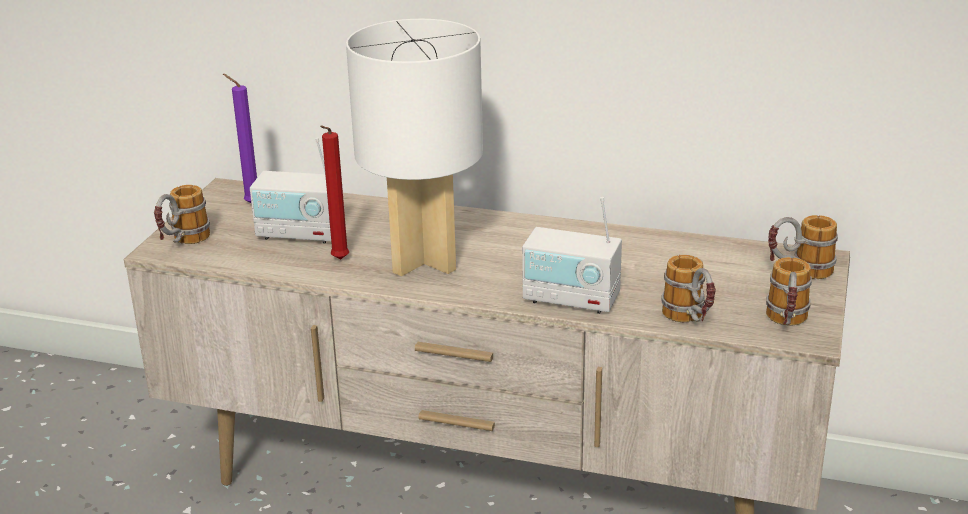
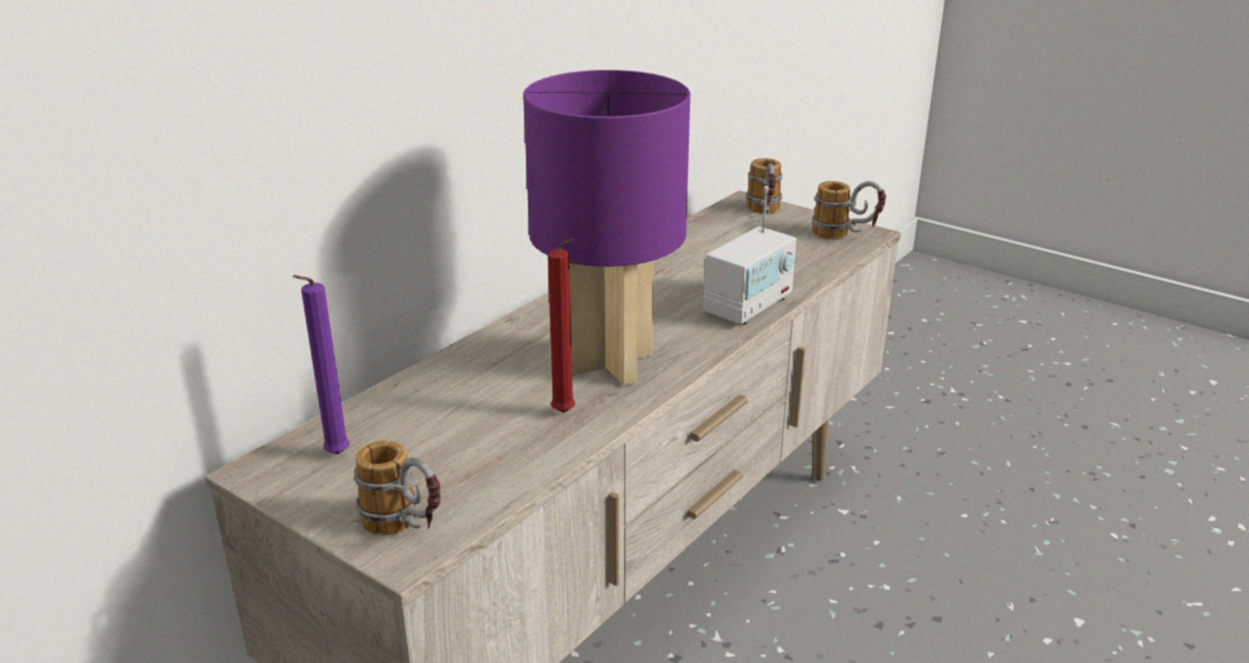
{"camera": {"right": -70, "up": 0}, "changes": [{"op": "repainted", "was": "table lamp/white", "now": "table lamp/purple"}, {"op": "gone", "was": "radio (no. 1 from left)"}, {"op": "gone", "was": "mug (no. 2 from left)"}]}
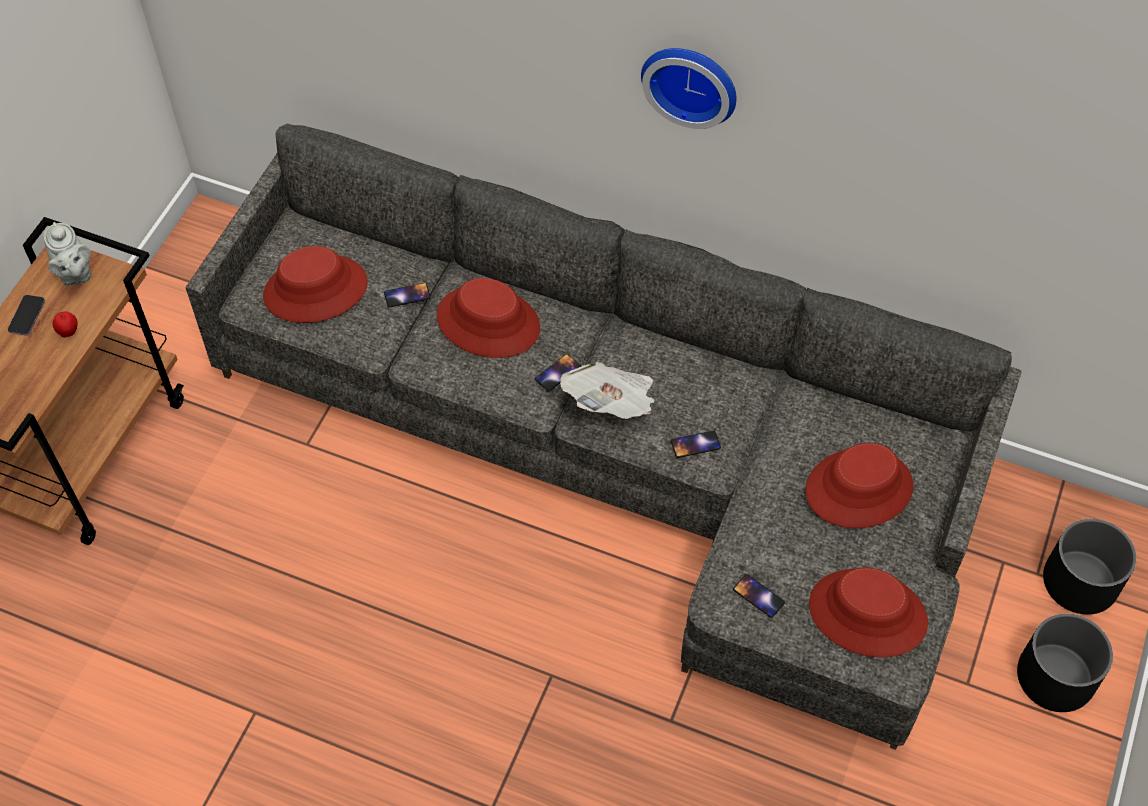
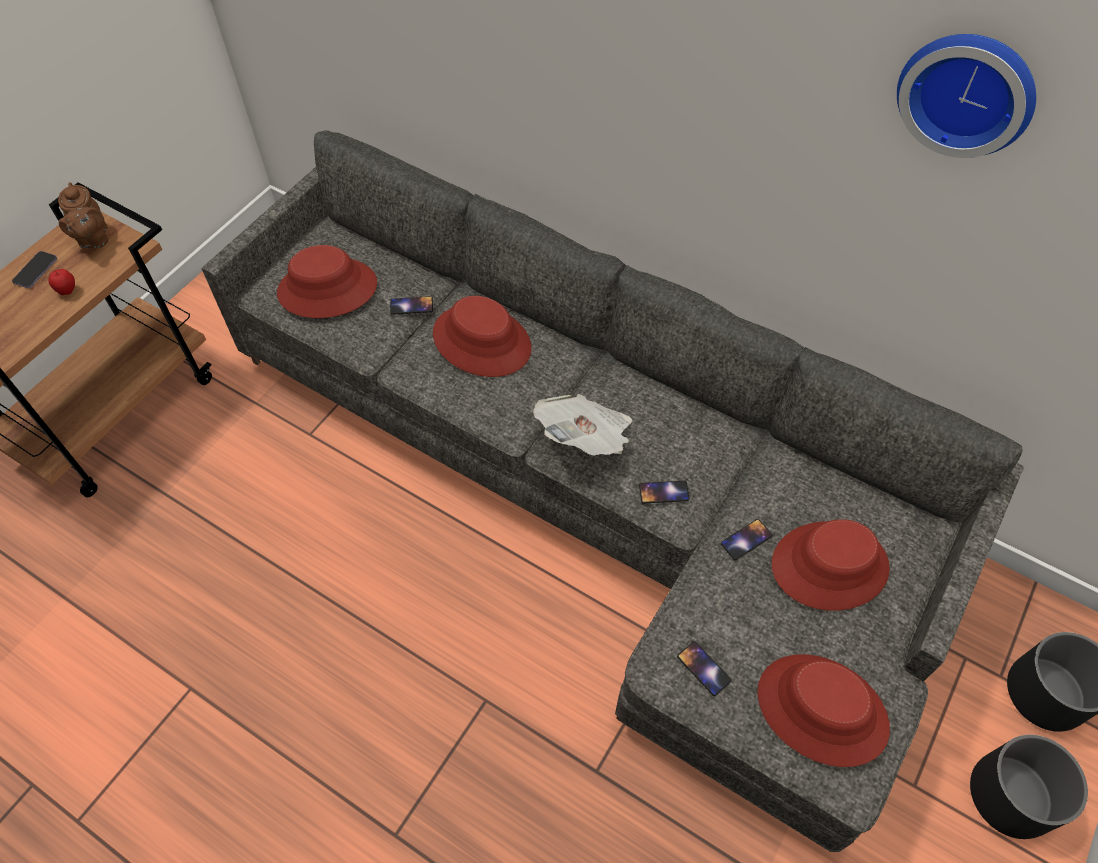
{"camera": {"right": 10, "up": 0}, "changes": [{"op": "repainted", "was": "teapot/grey", "now": "teapot/brown"}, {"op": "shifted", "was": "phone (no. 3 from left in the first image)", "now": "phone (no. 5 from left)"}, {"op": "shifted", "was": "wall clock"}]}
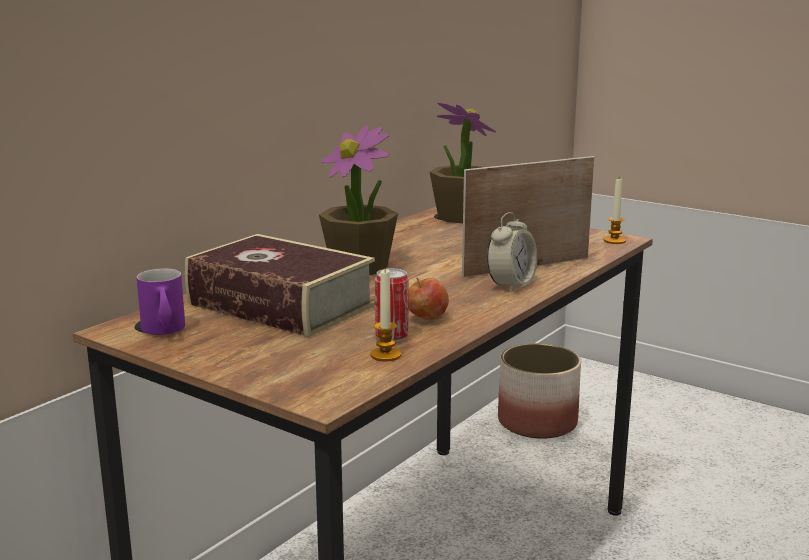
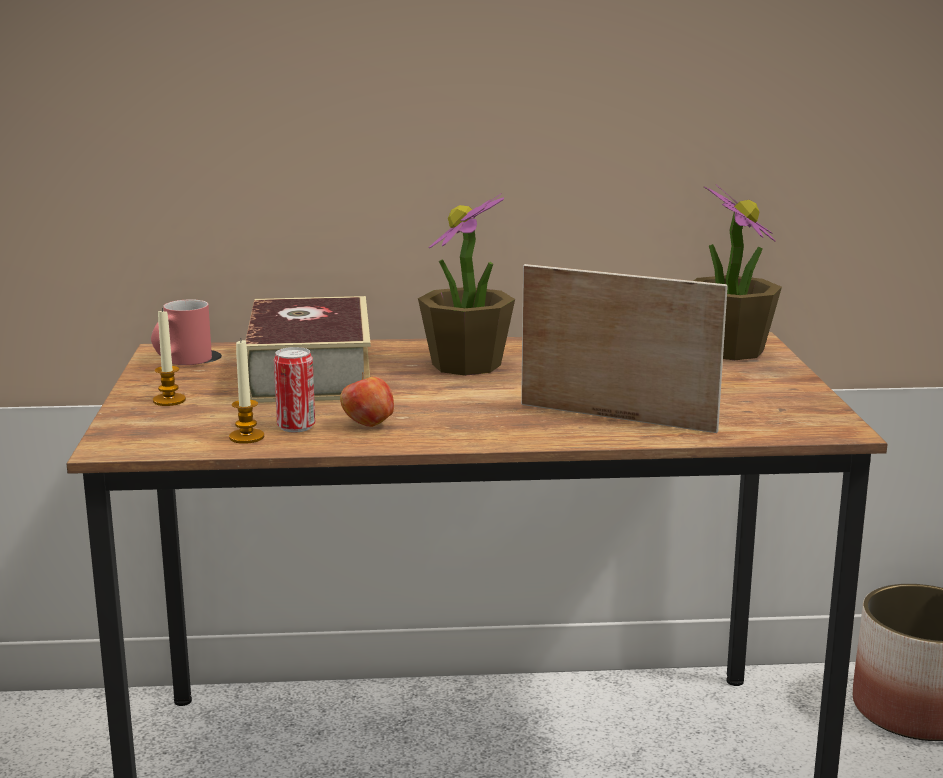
{"camera": {"right": 50, "up": 0}, "changes": [{"op": "repainted", "was": "mug/purple", "now": "mug/red"}, {"op": "shifted", "was": "candle (no. 2 from left in the first image)", "now": "candle (no. 1 from left)"}, {"op": "gone", "was": "alarm clock"}]}
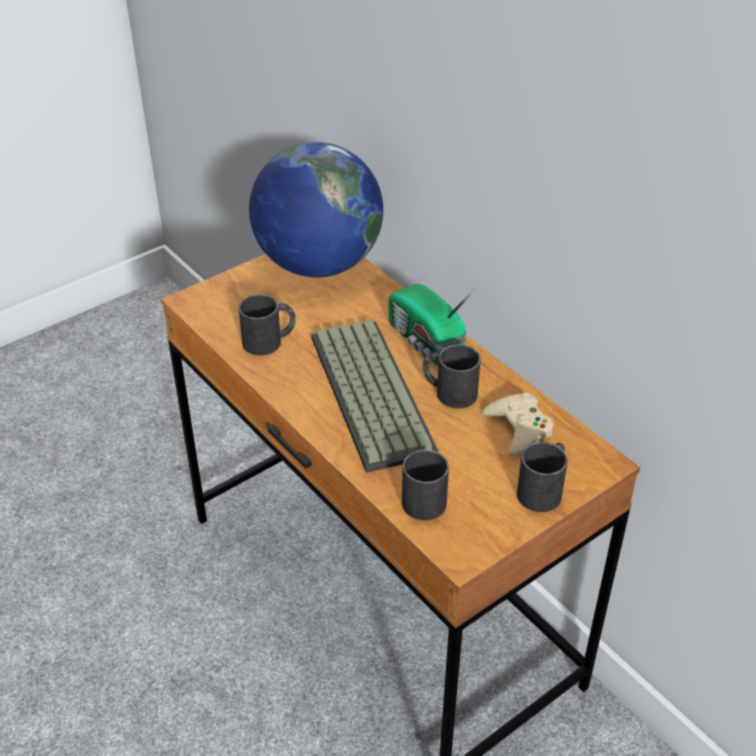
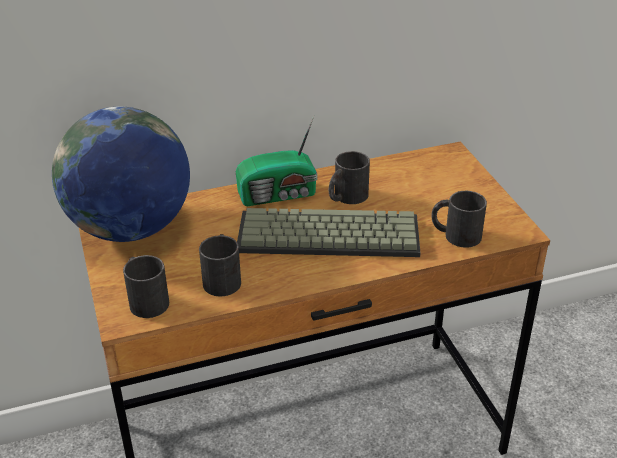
{"camera": {"right": -70, "up": -5}, "changes": [{"op": "shifted", "was": "mug/black (no. 4 from left in the first image)", "now": "mug/black (no. 1 from left)"}, {"op": "gone", "was": "game controller/beige"}]}
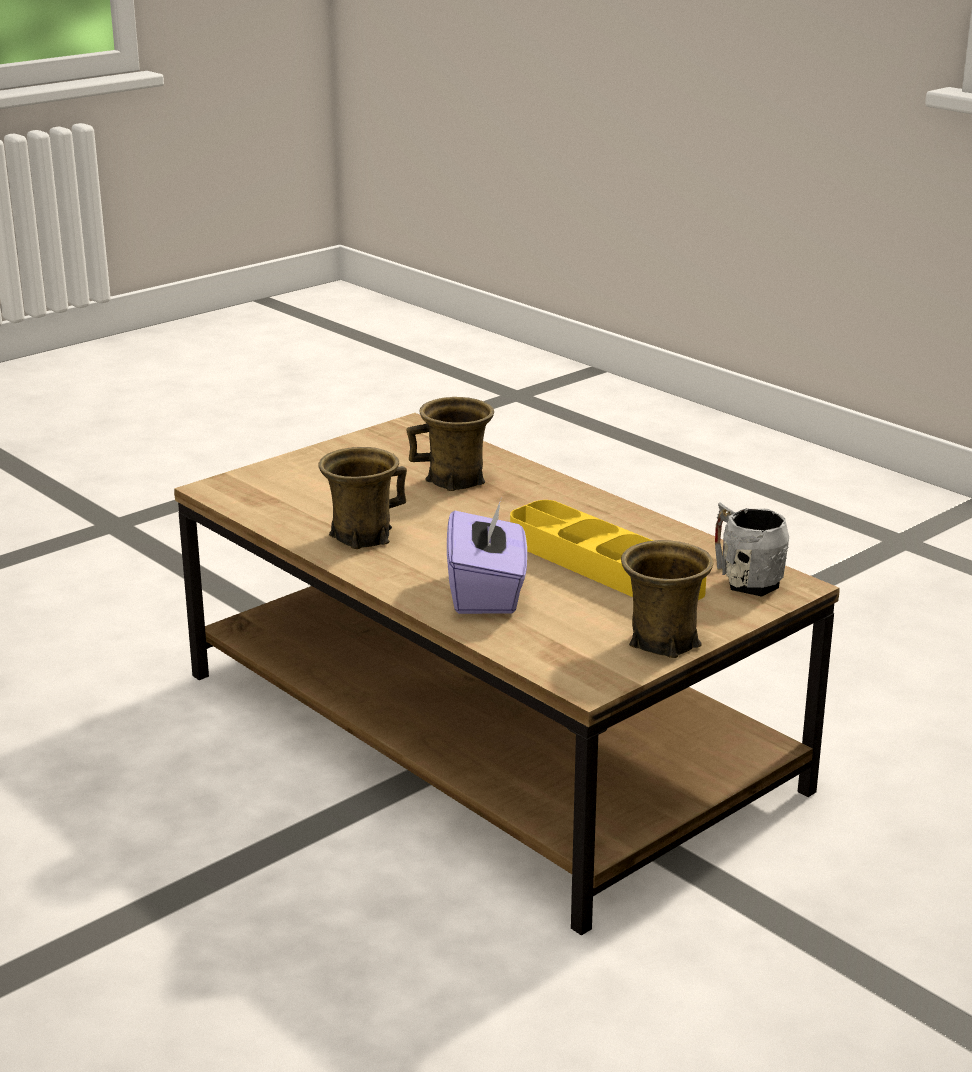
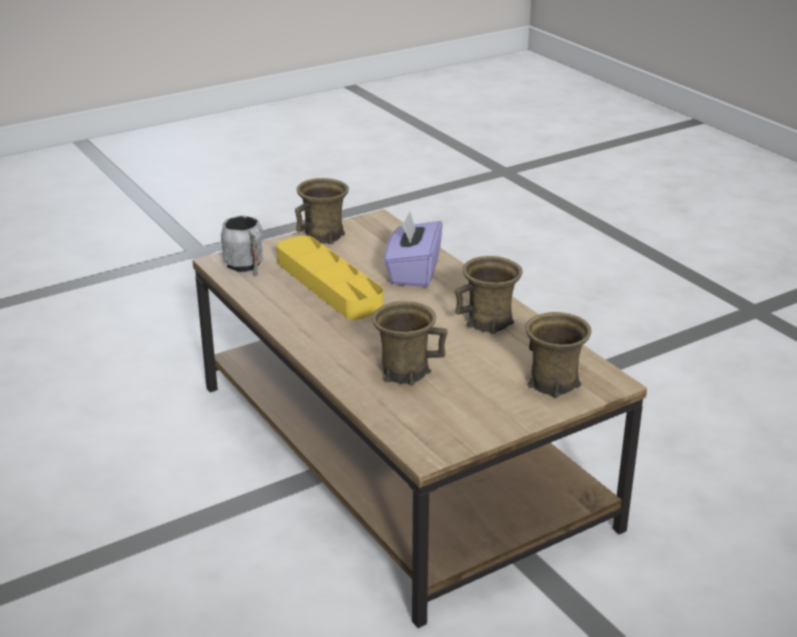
{"camera": {"right": -170, "up": 5}, "changes": [{"op": "new", "now": "mug/brown (no. 4 from left)"}]}
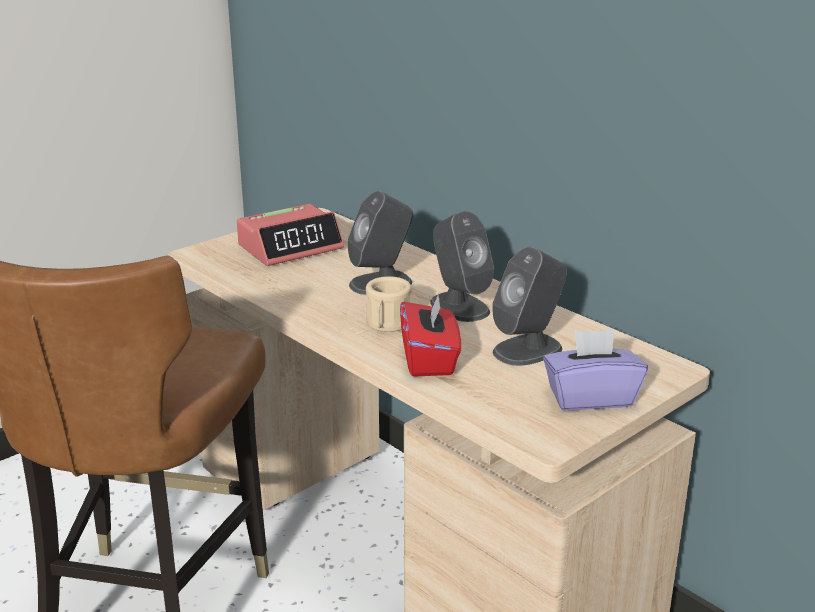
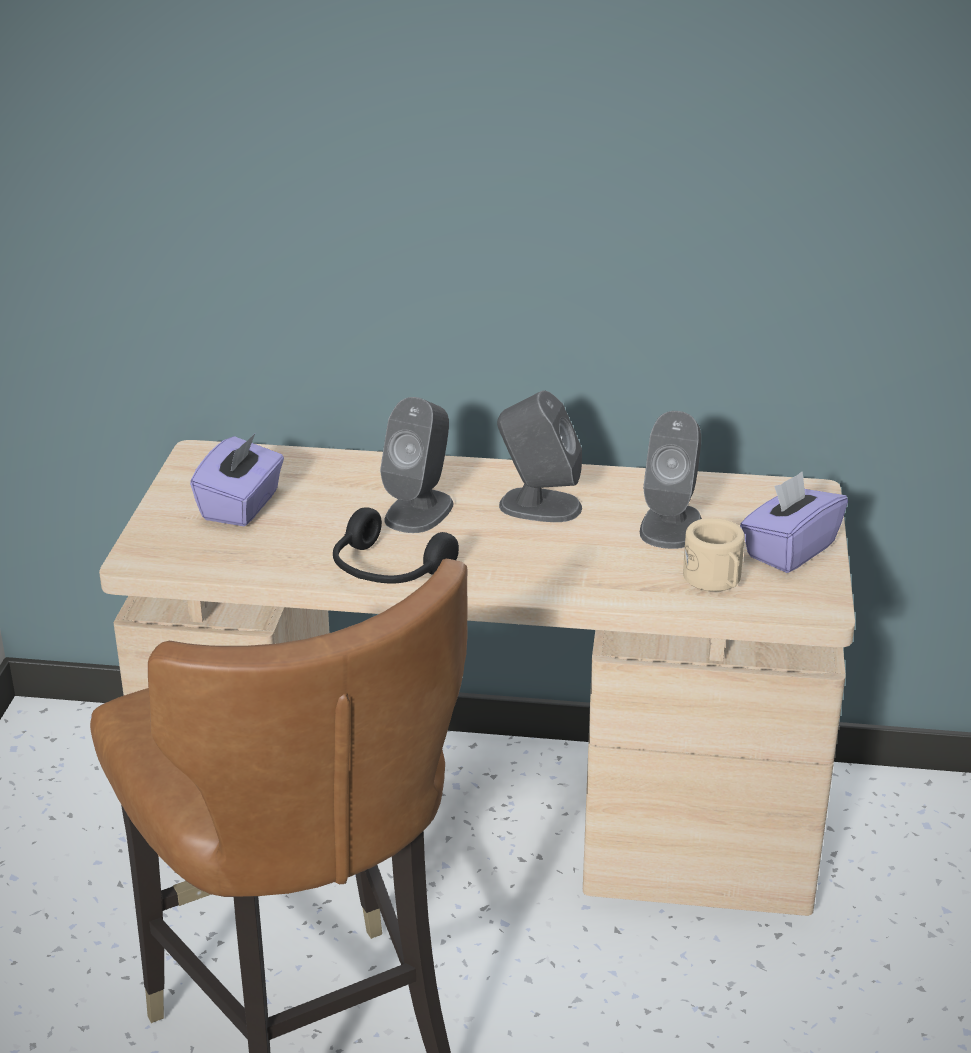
{"camera": {"right": -40, "up": 5}, "changes": [{"op": "swapped", "was": "alarm clock", "now": "tissue box/purple (no. 1 from left)"}, {"op": "new", "now": "headphones/black"}, {"op": "shifted", "was": "mug/beige"}, {"op": "gone", "was": "tissue box/red"}]}
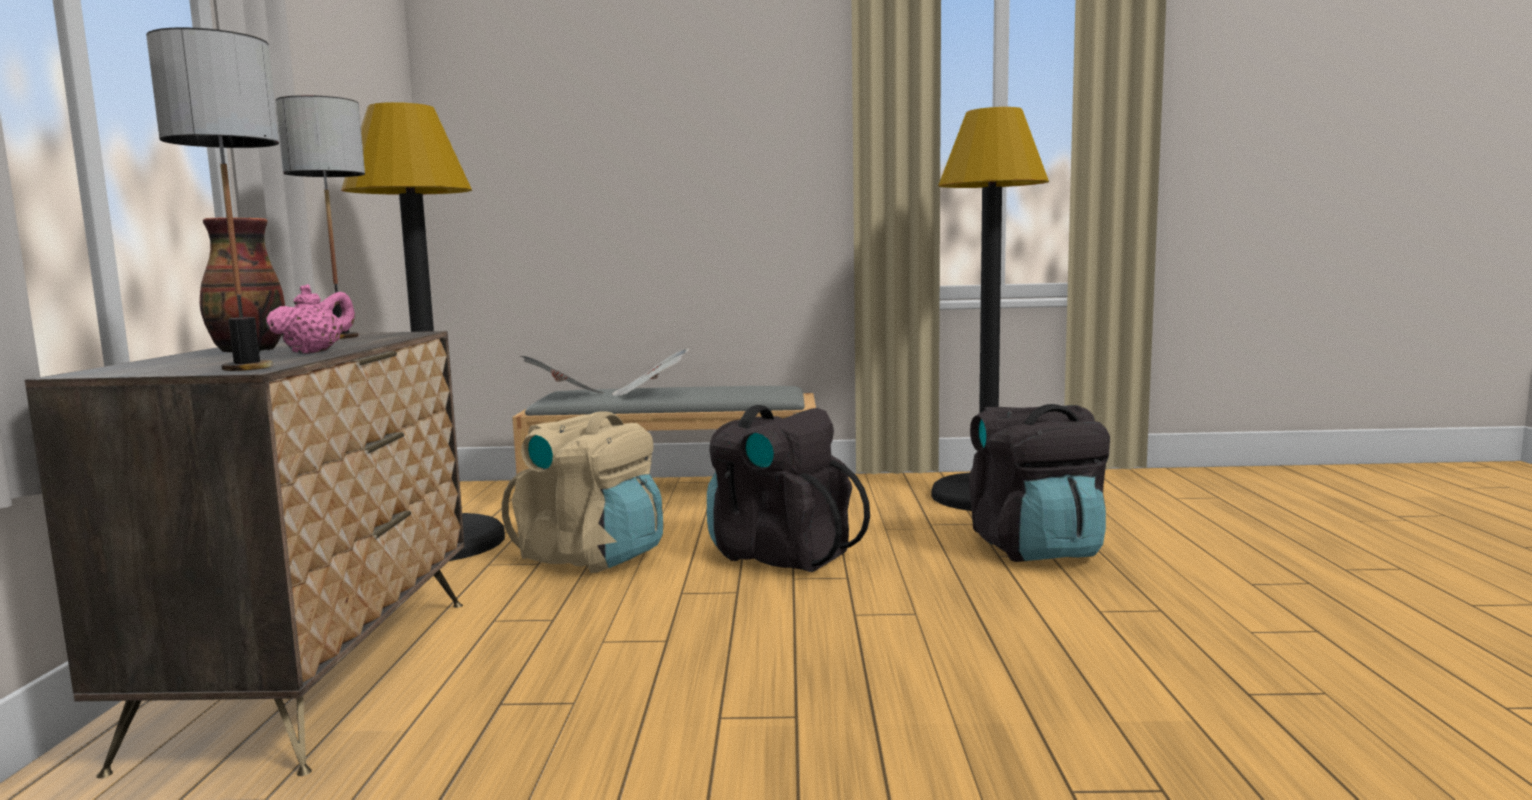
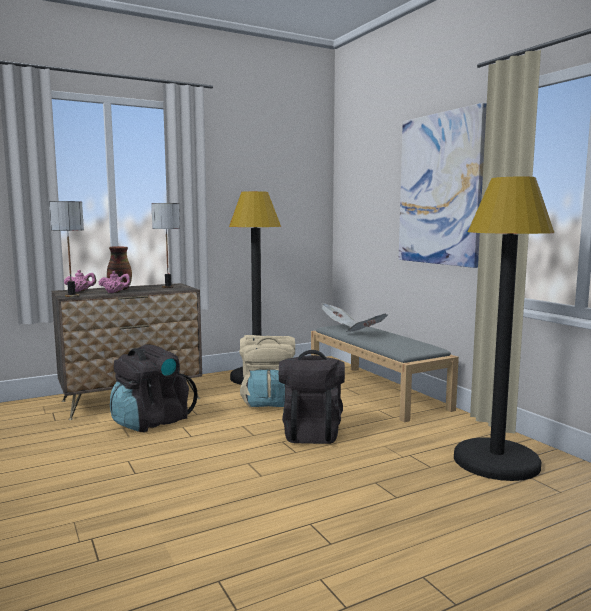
{"camera": {"right": 60, "up": 0}, "changes": [{"op": "new", "now": "teapot/pink (no. 1 from left)"}, {"op": "shifted", "was": "backpack/black (no. 2 from left in the first image)", "now": "backpack/black (no. 1 from left)"}, {"op": "new", "now": "picture"}]}
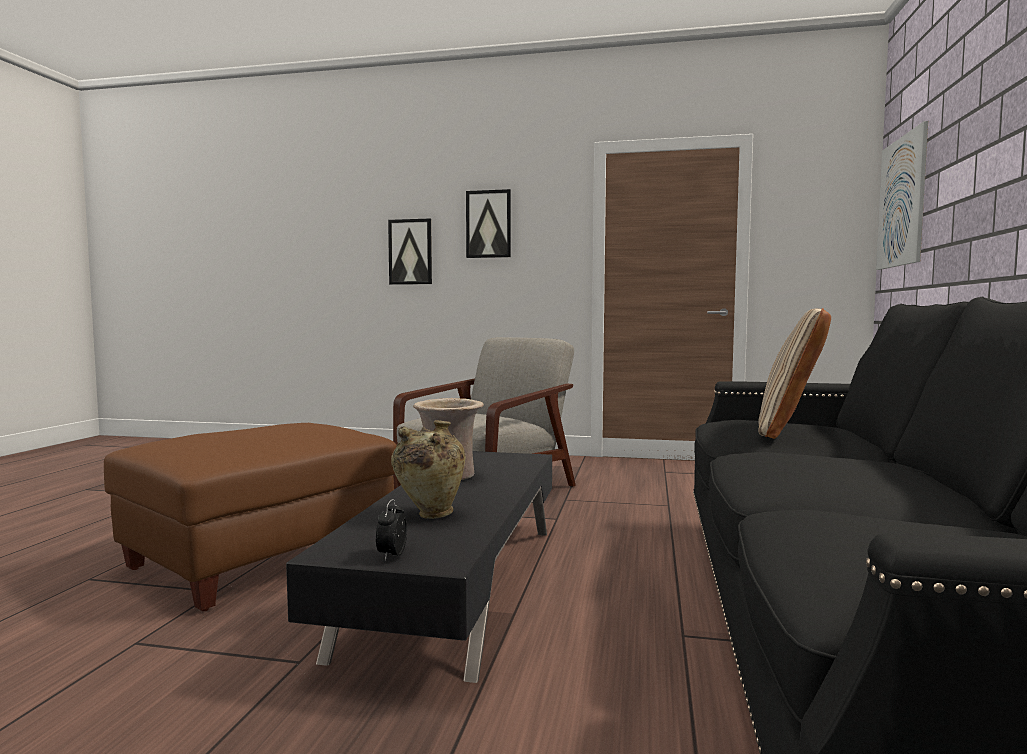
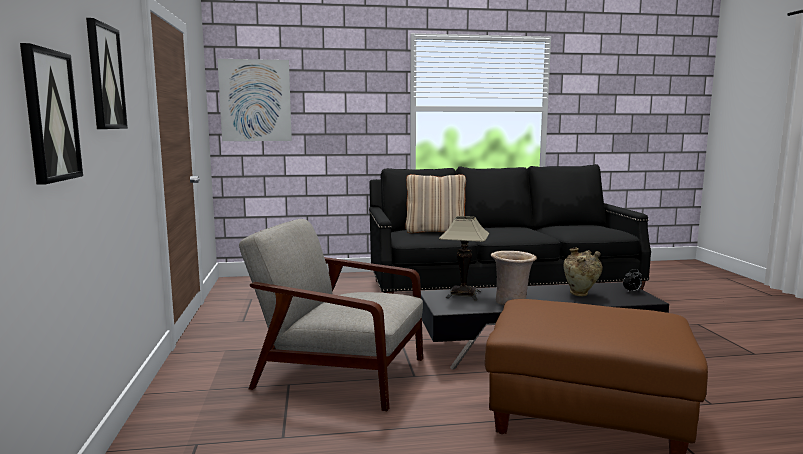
{"camera": {"right": -110, "up": 5}, "changes": [{"op": "new", "now": "table lamp"}]}
